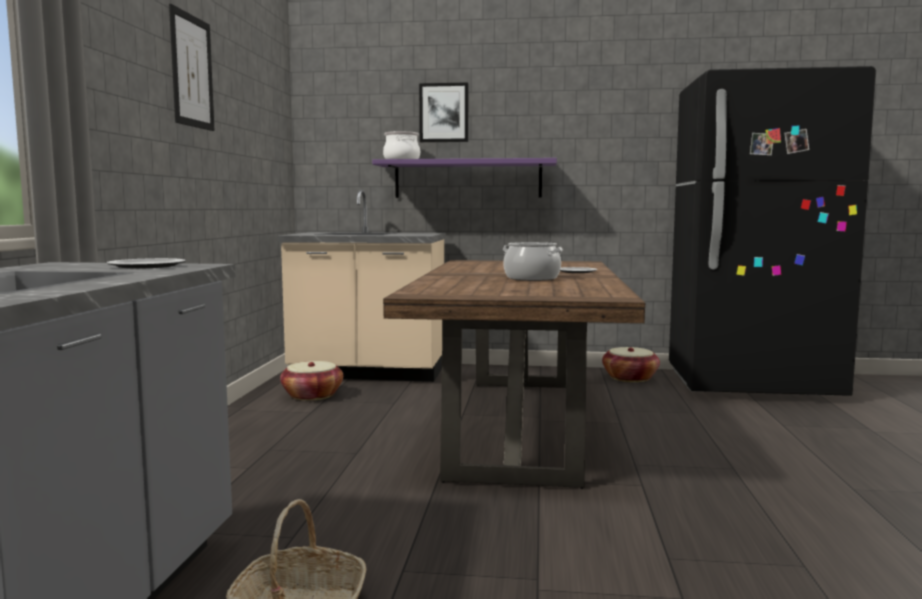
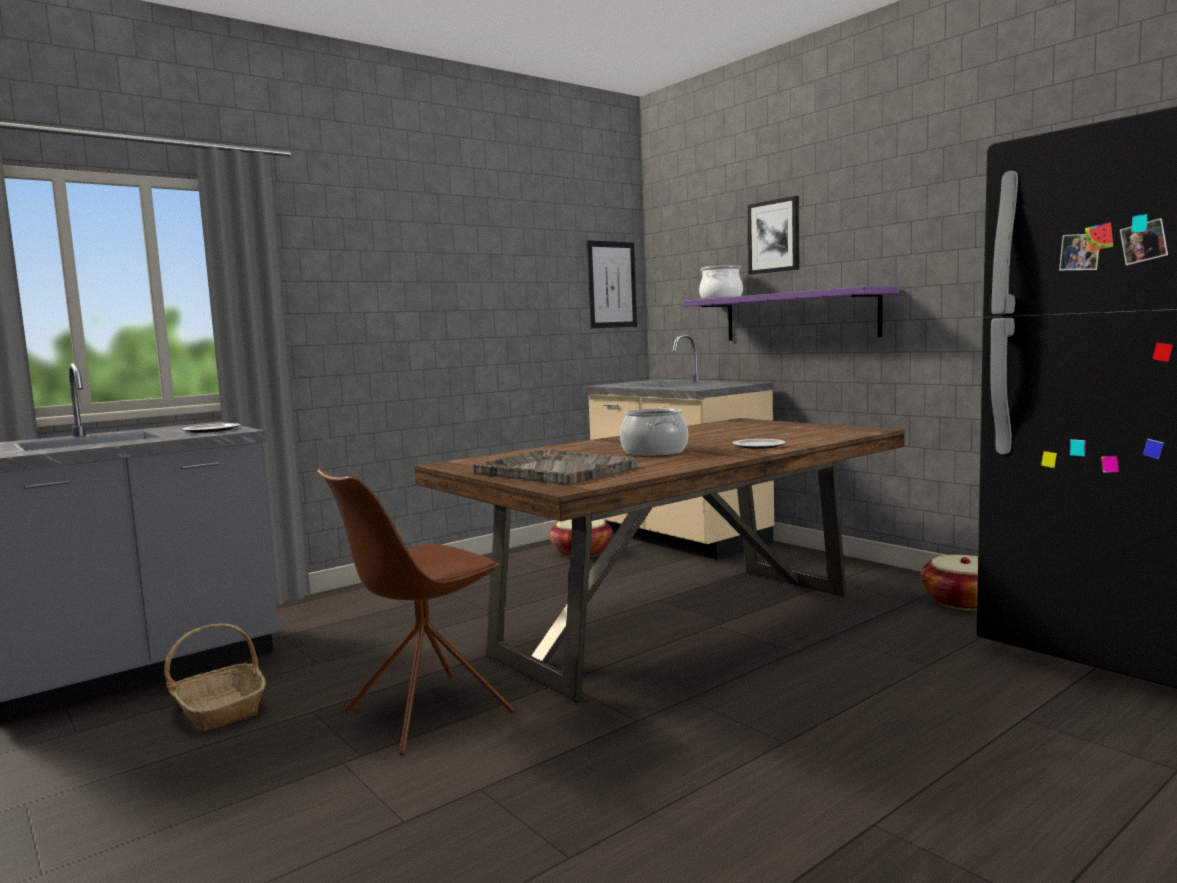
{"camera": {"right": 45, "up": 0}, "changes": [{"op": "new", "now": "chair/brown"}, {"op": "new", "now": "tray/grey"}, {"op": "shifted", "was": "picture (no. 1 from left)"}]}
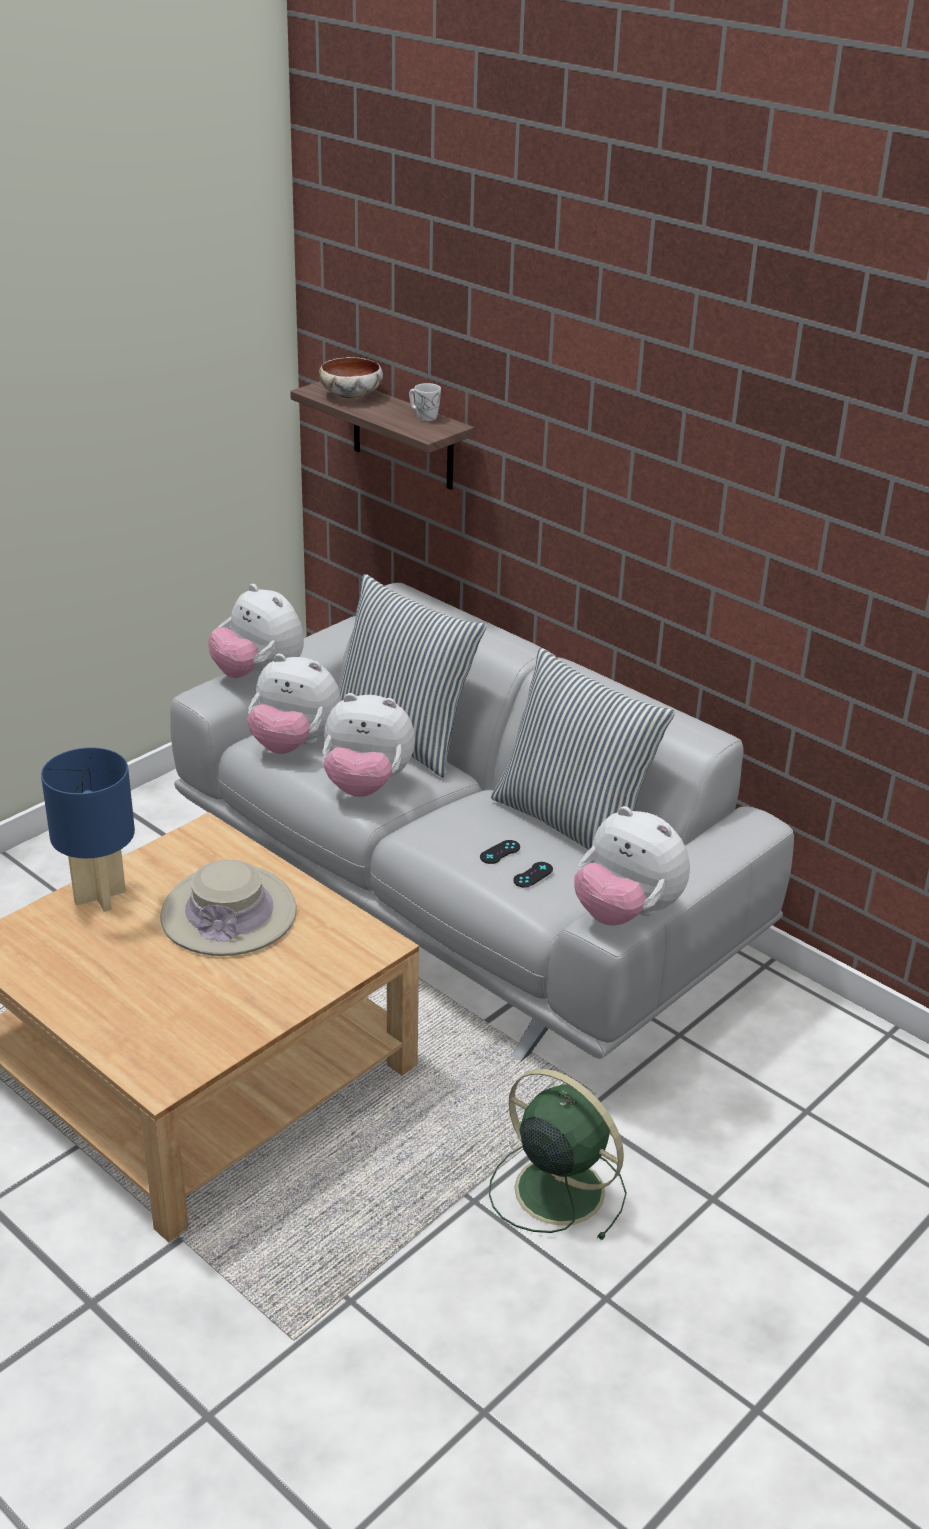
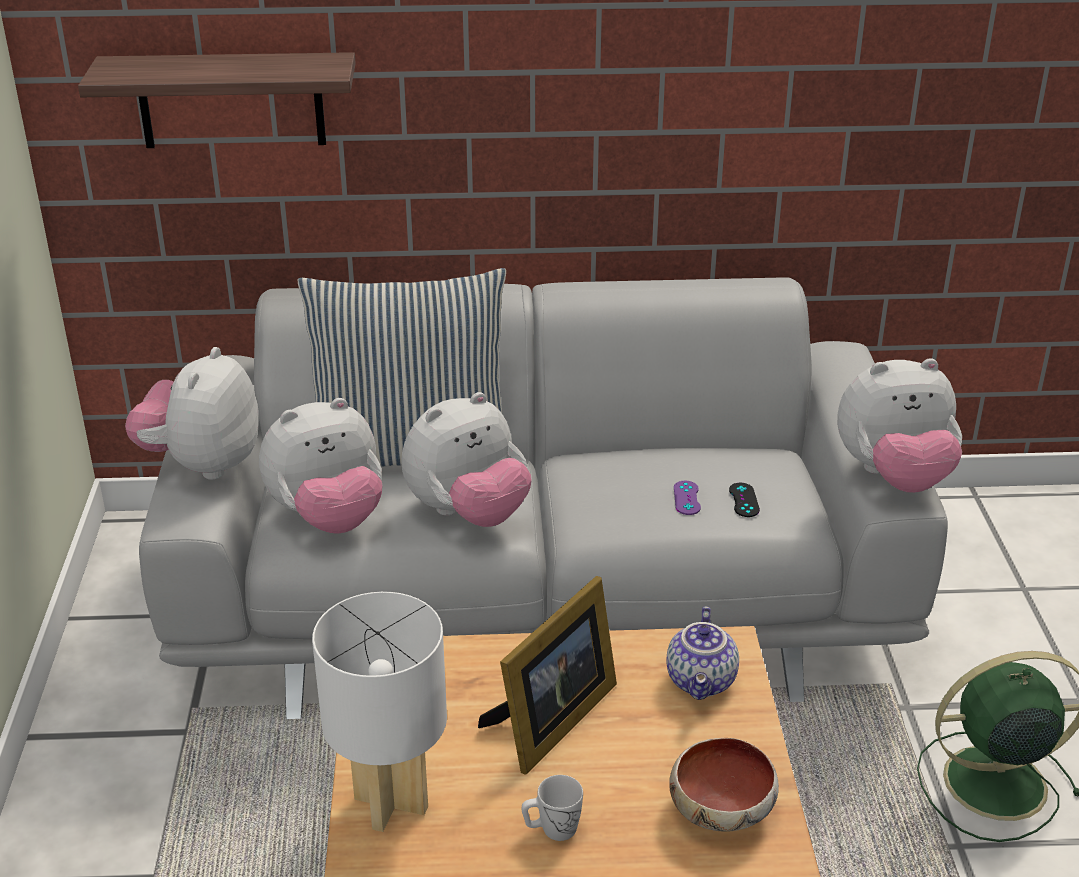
{"camera": {"right": -45, "up": 0}, "changes": [{"op": "rotated", "was": "plush toy (no. 1 from left)", "clockwise": 105}, {"op": "repainted", "was": "table lamp/blue", "now": "table lamp/white"}, {"op": "swapped", "was": "hat/beige", "now": "picture frame"}, {"op": "shifted", "was": "mug/white"}, {"op": "new", "now": "teapot"}, {"op": "shifted", "was": "bowl"}, {"op": "repainted", "was": "game controller/black (no. 1 from left)", "now": "game controller/purple"}, {"op": "gone", "was": "pillow (no. 2 from left)"}]}
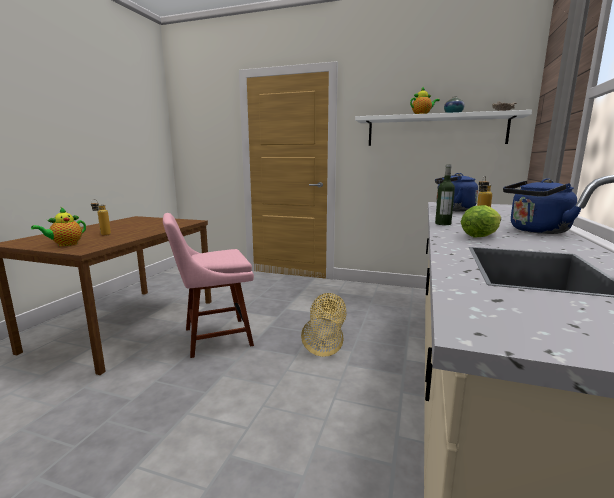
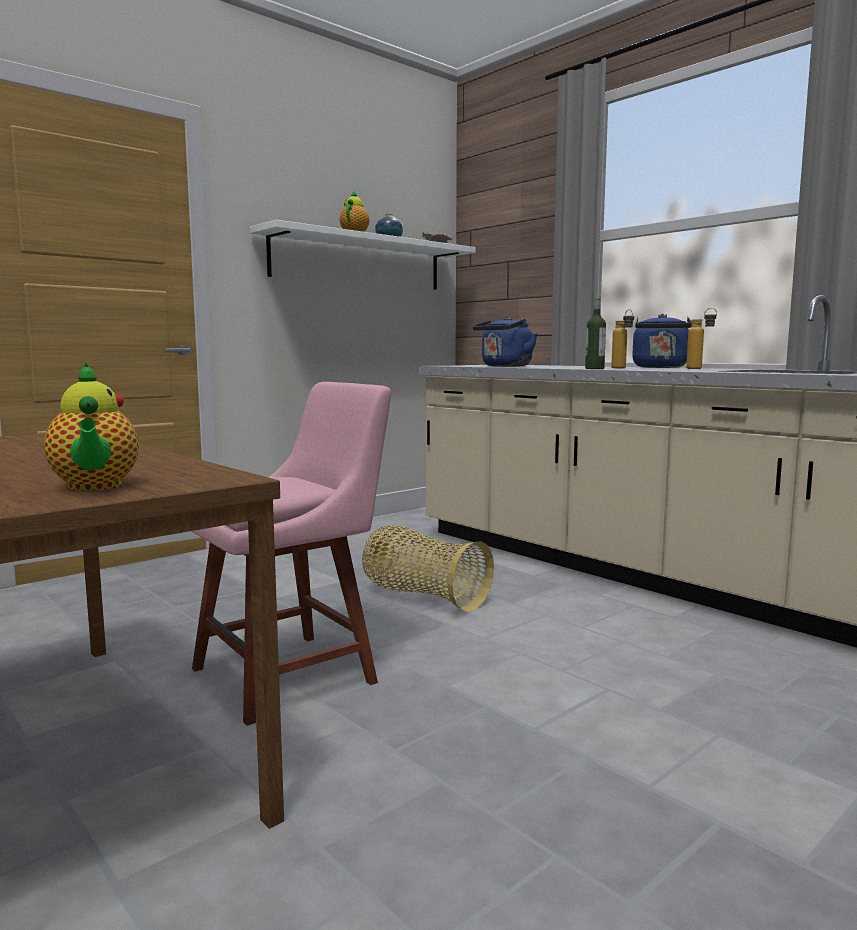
{"camera": {"right": -60, "up": -5}, "changes": [{"op": "rotated", "was": "chair/pink", "clockwise": -135}, {"op": "shifted", "was": "bottle (no. 1 from left in the first image)", "now": "bottle (no. 3 from left)"}, {"op": "gone", "was": "lettuce"}]}
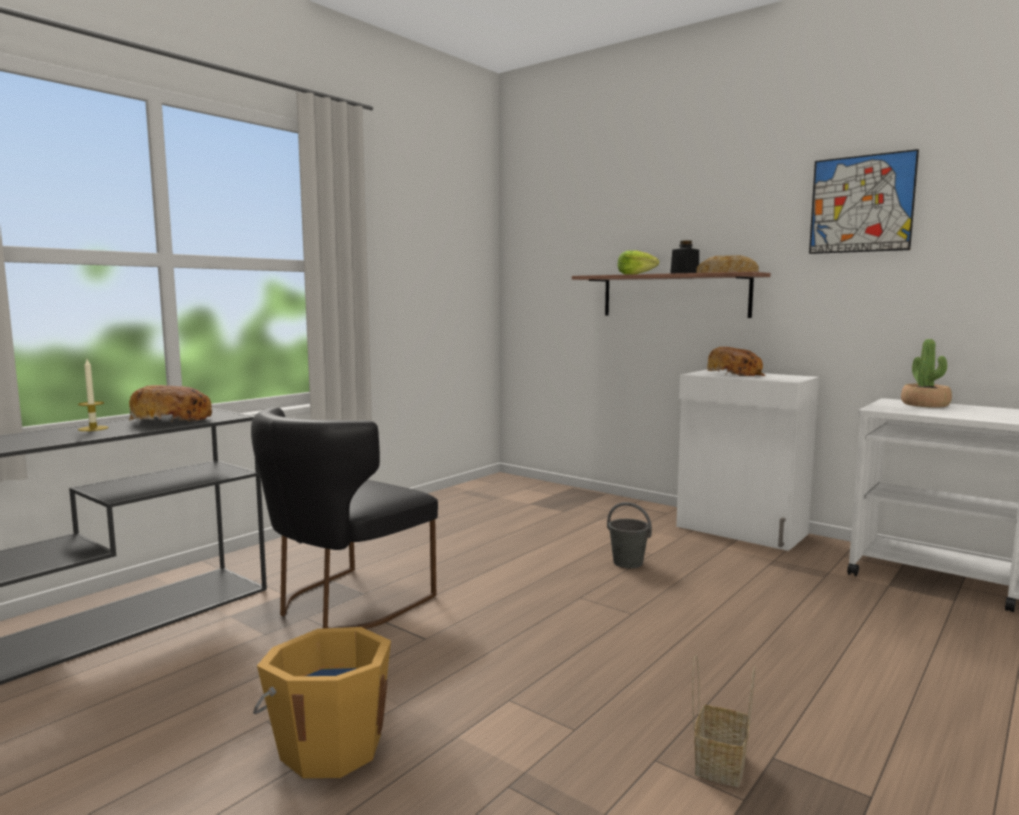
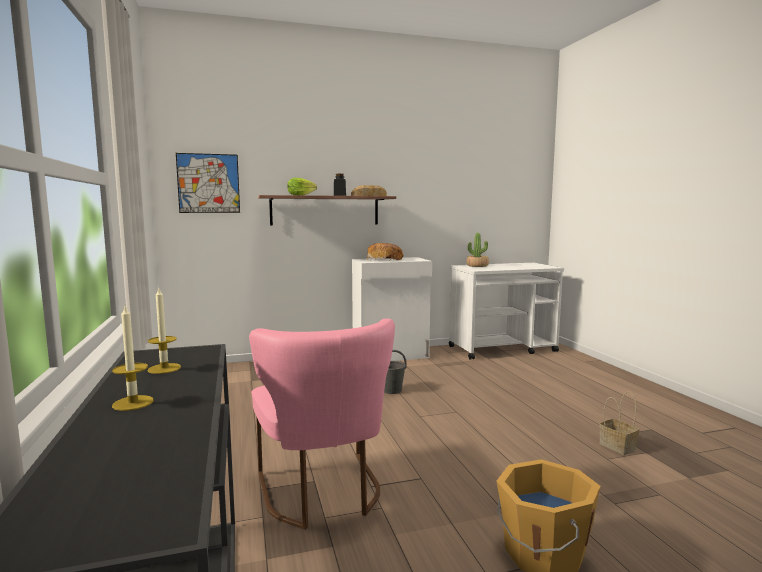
{"camera": {"right": -55, "up": 0}, "changes": [{"op": "swapped", "was": "bread (no. 1 from left)", "now": "candle (no. 2 from left)"}, {"op": "shifted", "was": "picture"}, {"op": "repainted", "was": "chair/black", "now": "chair/pink"}]}
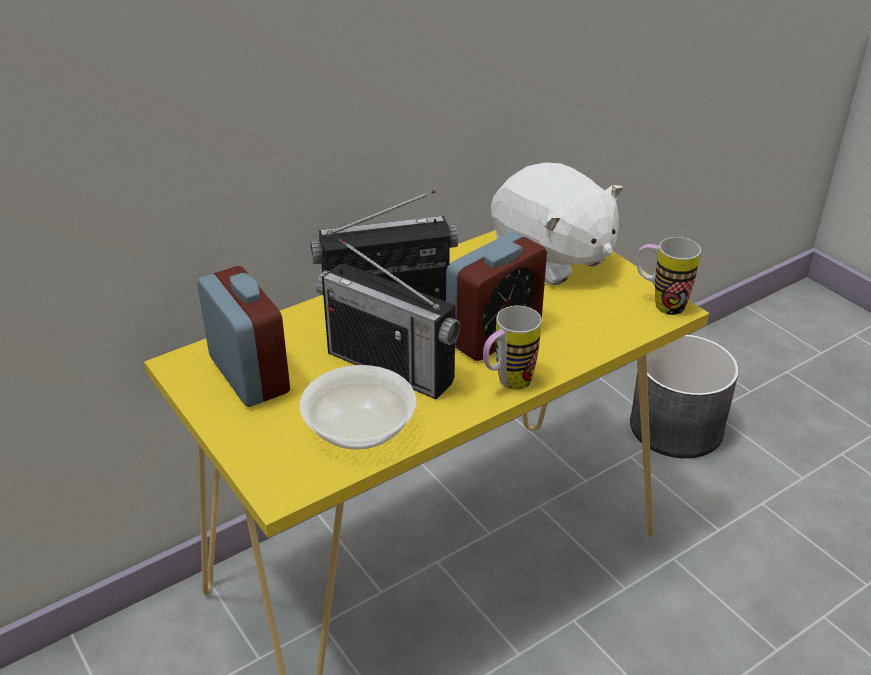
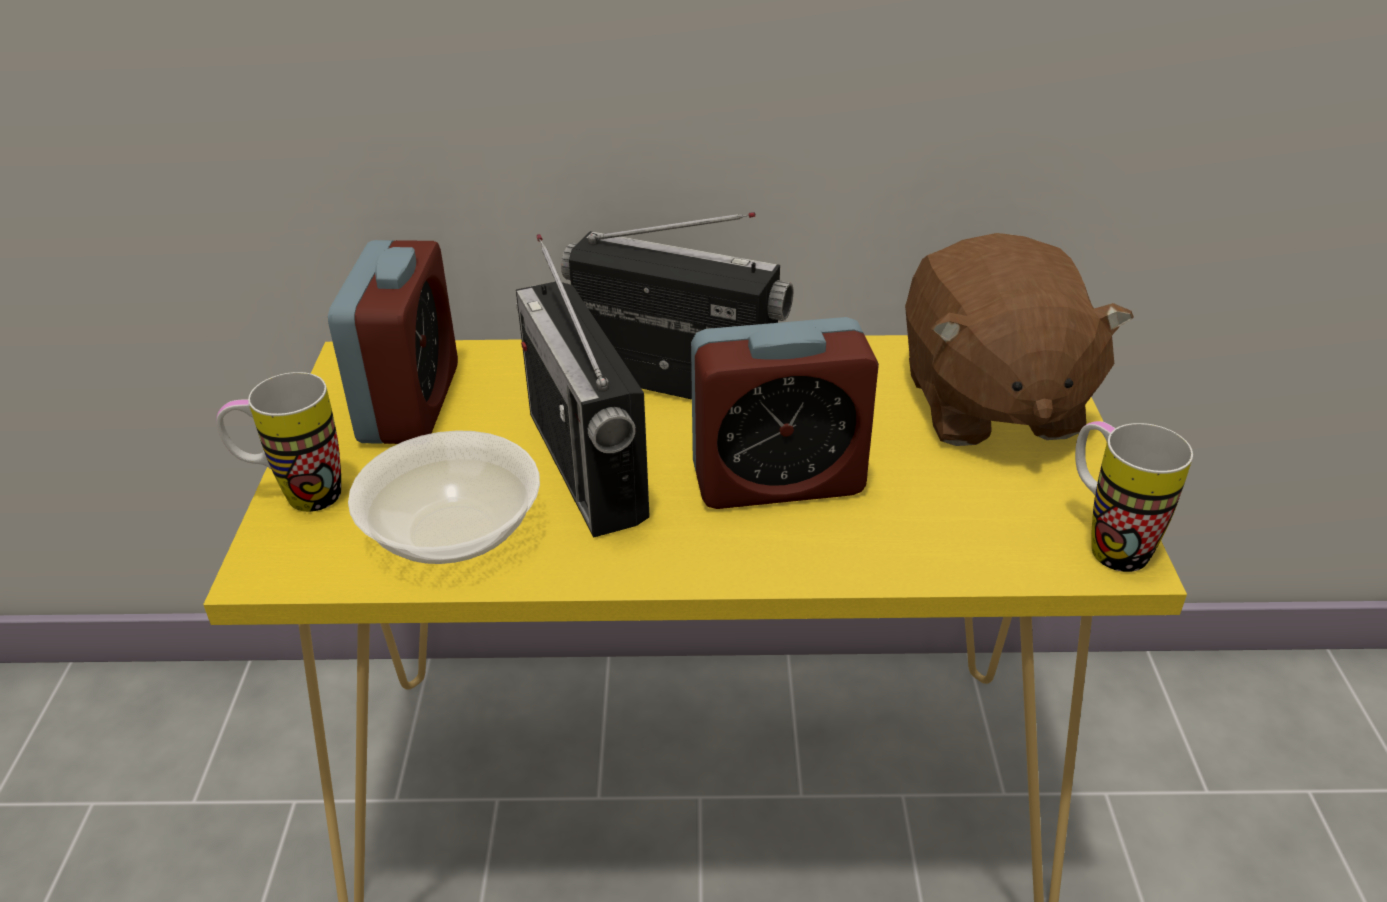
{"camera": {"right": 35, "up": 0}, "changes": [{"op": "shifted", "was": "mug (no. 1 from left)"}, {"op": "repainted", "was": "plush toy/white", "now": "plush toy/brown"}, {"op": "gone", "was": "planter/grey"}]}
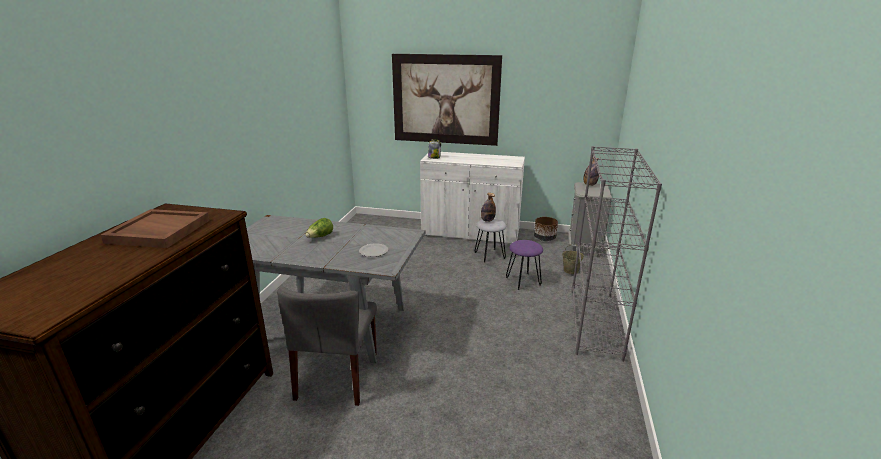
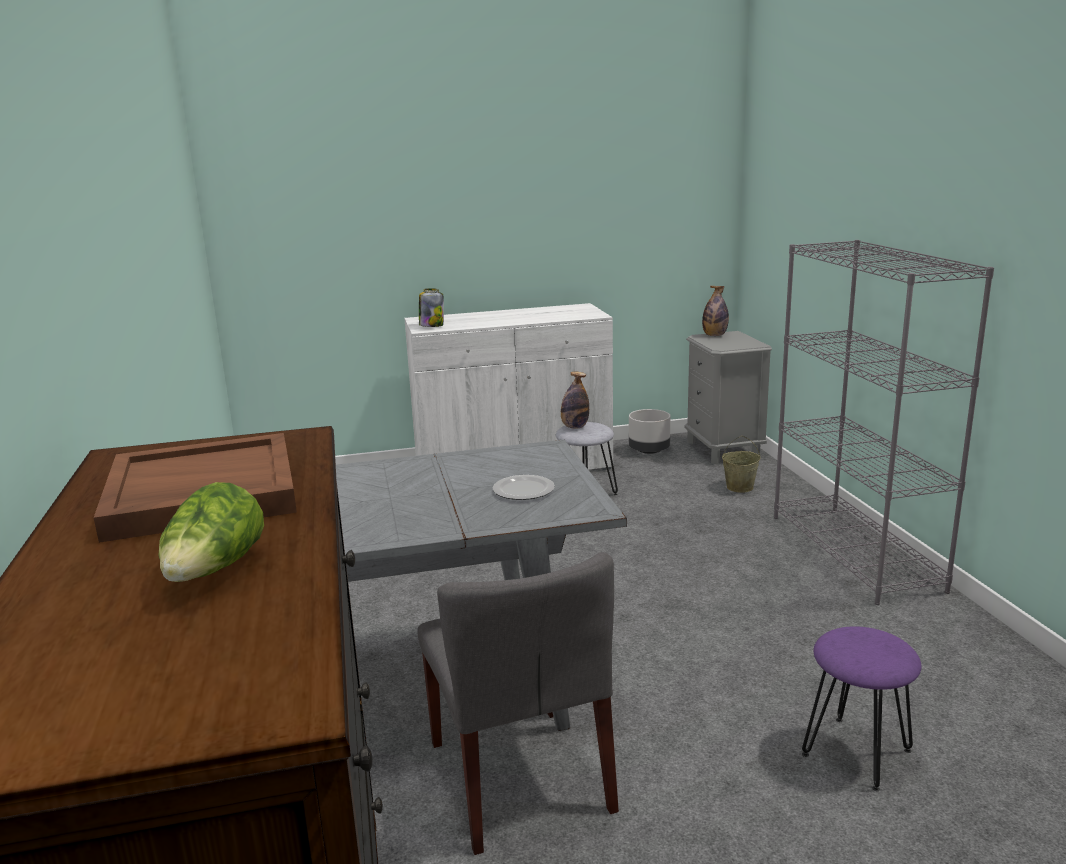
{"camera": {"right": -25, "up": -5}, "changes": [{"op": "shifted", "was": "lettuce"}, {"op": "repainted", "was": "planter/brown", "now": "planter/grey"}, {"op": "shifted", "was": "stool/purple"}, {"op": "gone", "was": "picture"}]}
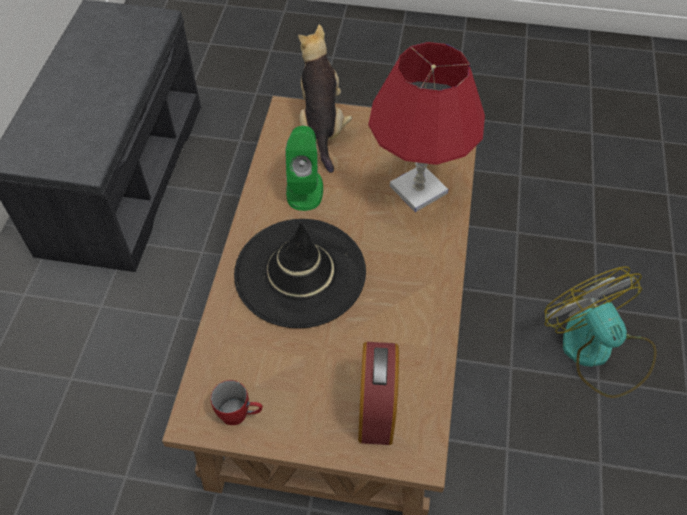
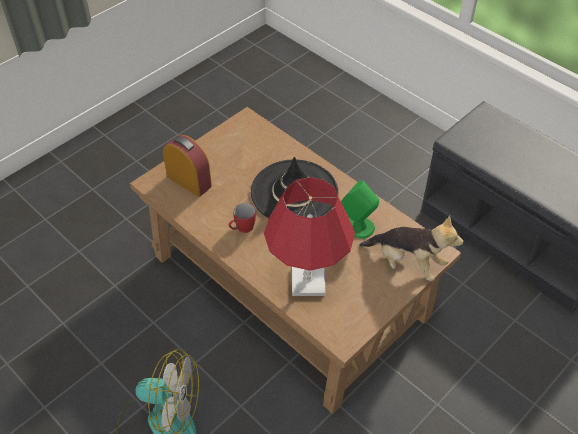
{"camera": {"right": 125, "up": -5}, "changes": [{"op": "shifted", "was": "mug/red"}]}
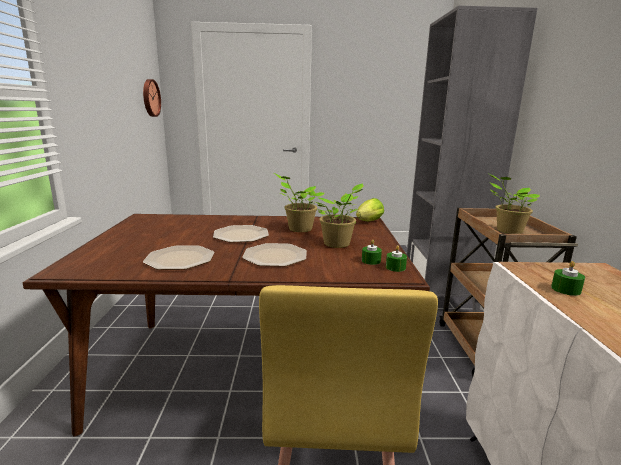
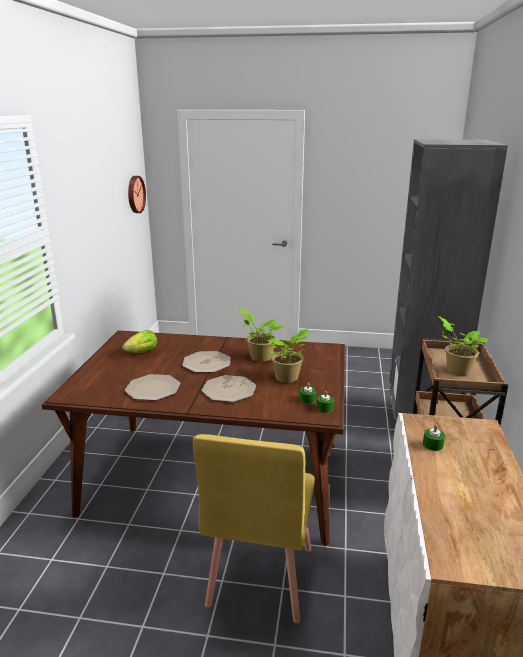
{"camera": {"right": 10, "up": 5}, "changes": [{"op": "shifted", "was": "lettuce"}]}
